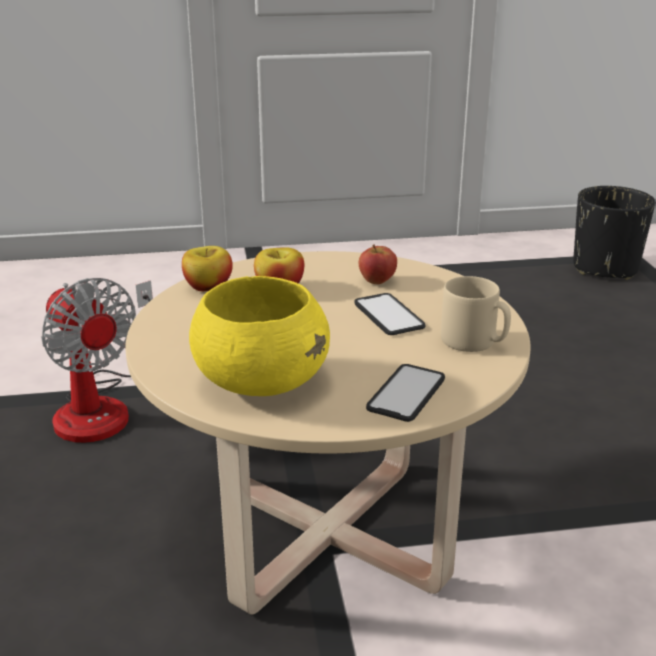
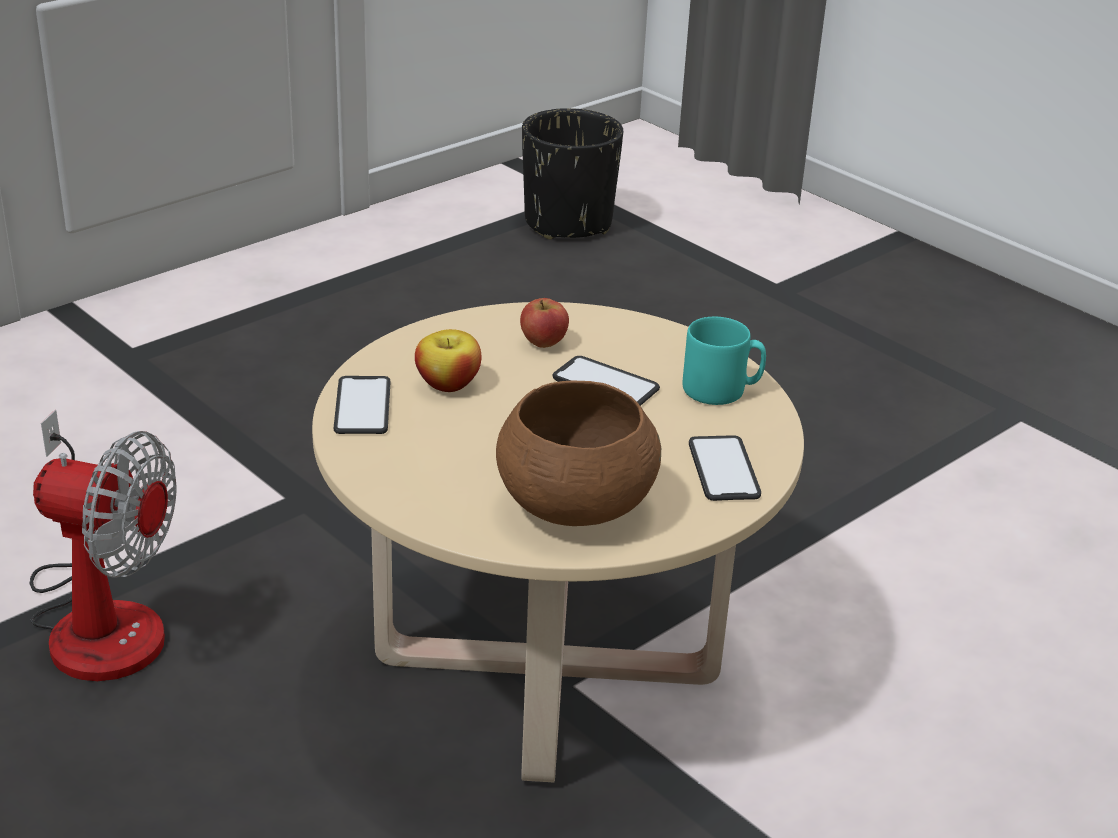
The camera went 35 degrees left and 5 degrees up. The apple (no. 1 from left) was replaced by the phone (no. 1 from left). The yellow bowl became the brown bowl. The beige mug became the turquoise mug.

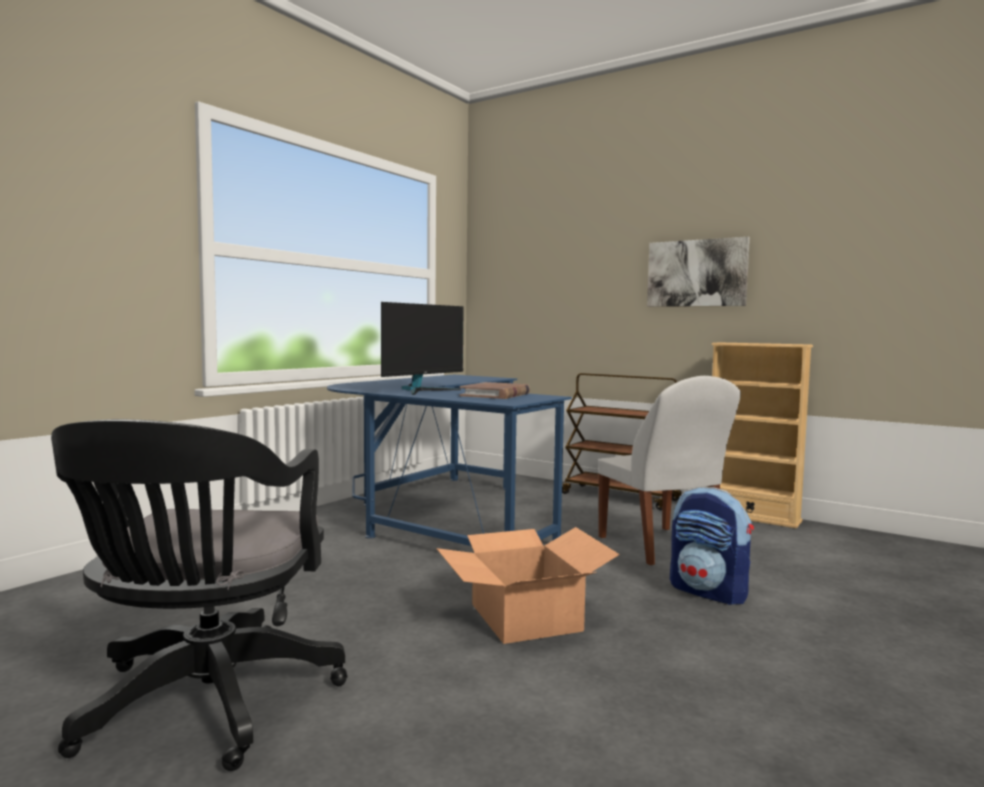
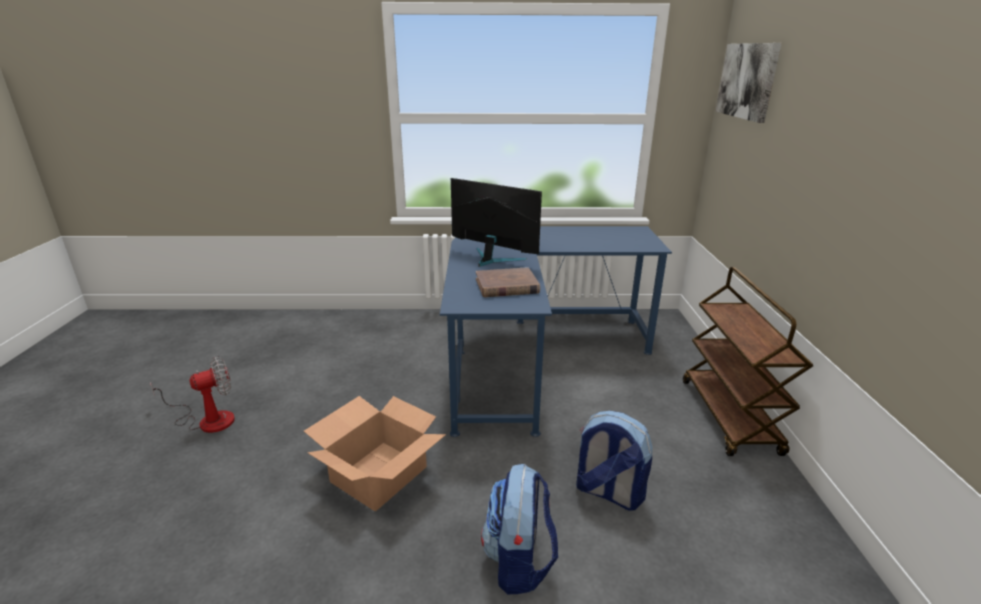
The camera went 55 degrees right and 20 degrees up. The picture moved. The monitor turned 150 degrees counterclockwise. The beige bookcase disappeared. The white chair was replaced by the backpack (no. 2 from left). The black office chair was replaced by the fan.

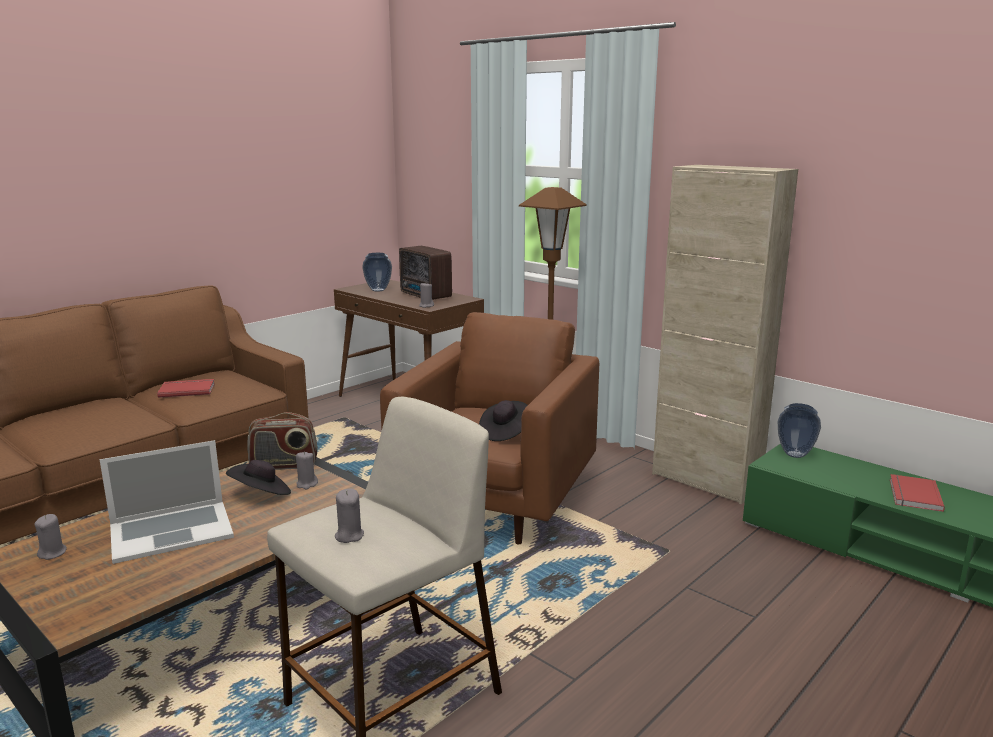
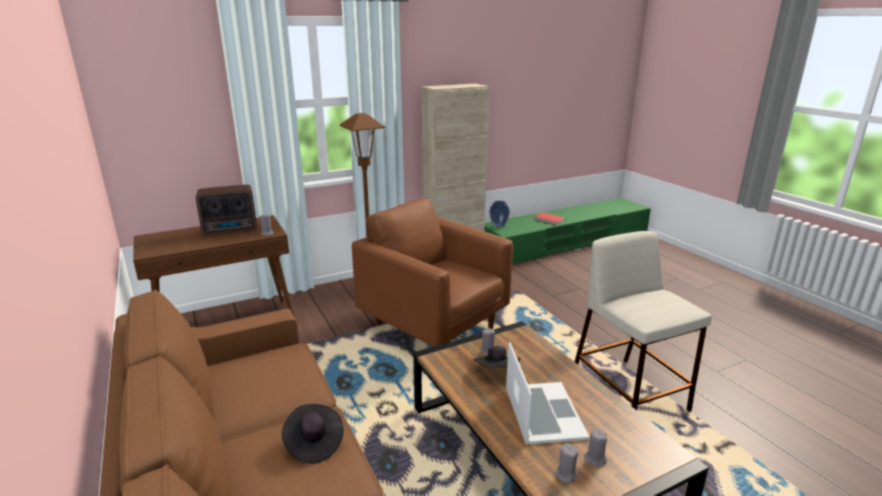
The camera went 70 degrees left and 5 degrees up. The vase (no. 1 from left) disappeared. The red book (no. 1 from left) disappeared. The black hat (no. 2 from left in the first image) moved. The radio (no. 1 from left) disappeared. The grey candle (no. 3 from left in the first image) moved.

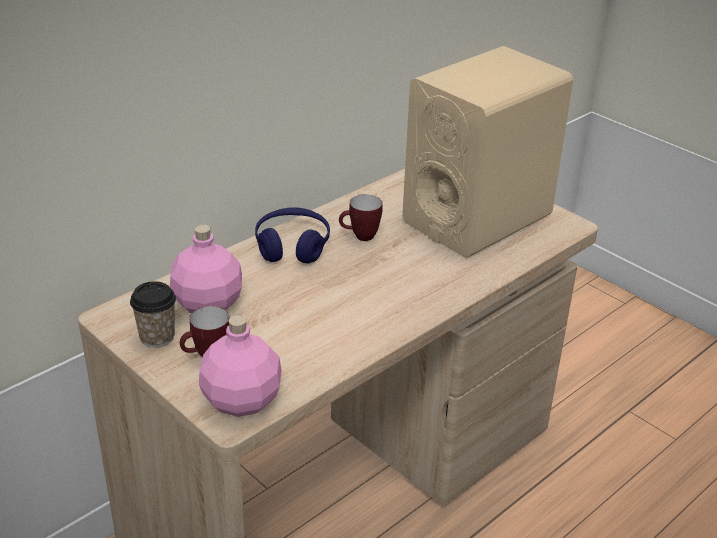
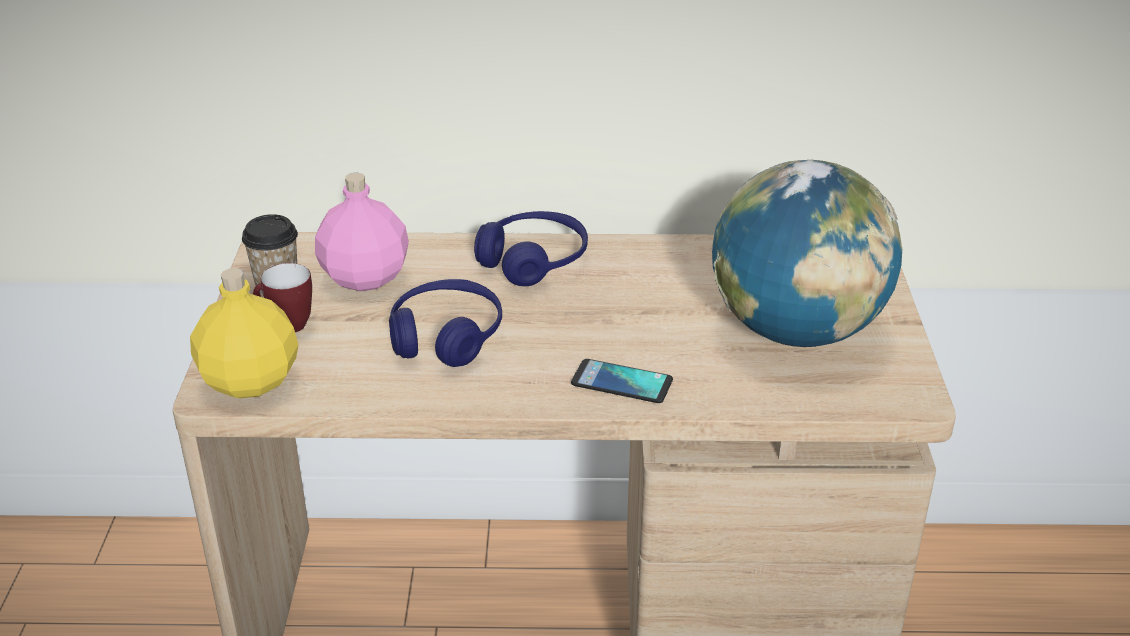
The camera went 45 degrees right and 0 degrees up. The beige speaker was replaced by the globe. The mug (no. 2 from left) disappeared. The pink bottle (no. 2 from left) became the yellow bottle. The blue headphones (no. 1 from left) appeared. The phone appeared.

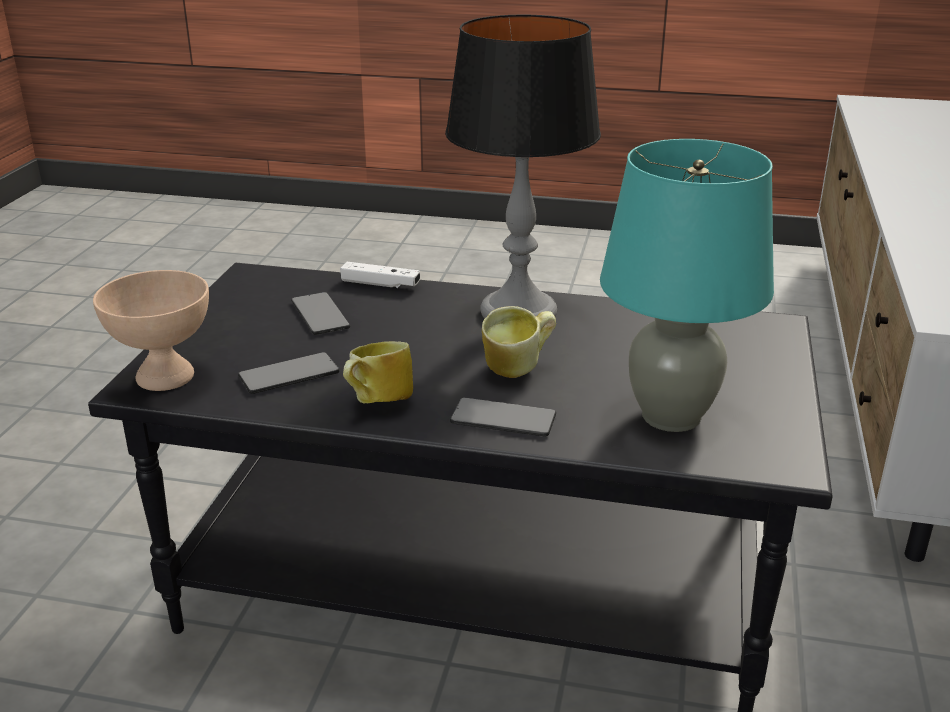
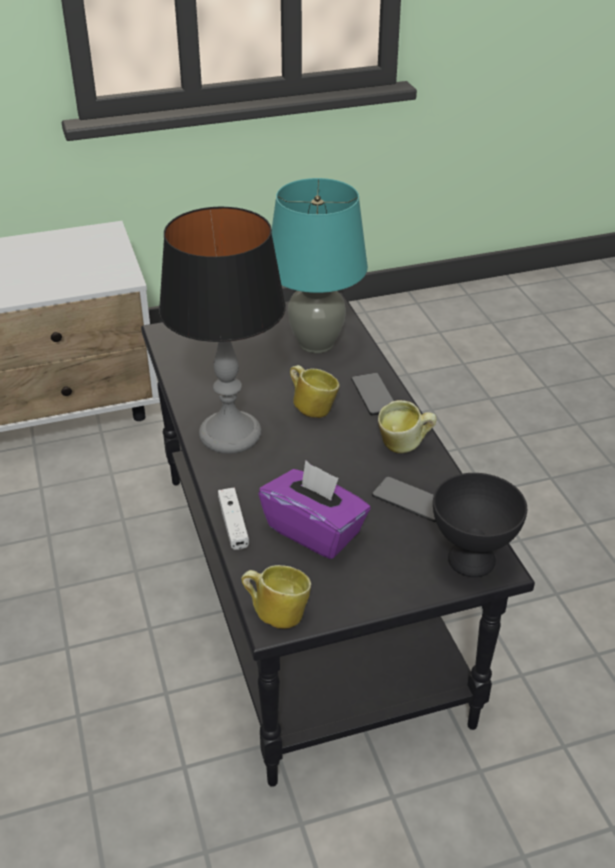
The camera went 120 degrees left and 10 degrees up. The beige bowl became the black bowl. The phone (no. 2 from left) was replaced by the purple tissue box. The mug (no. 1 from left) appeared.

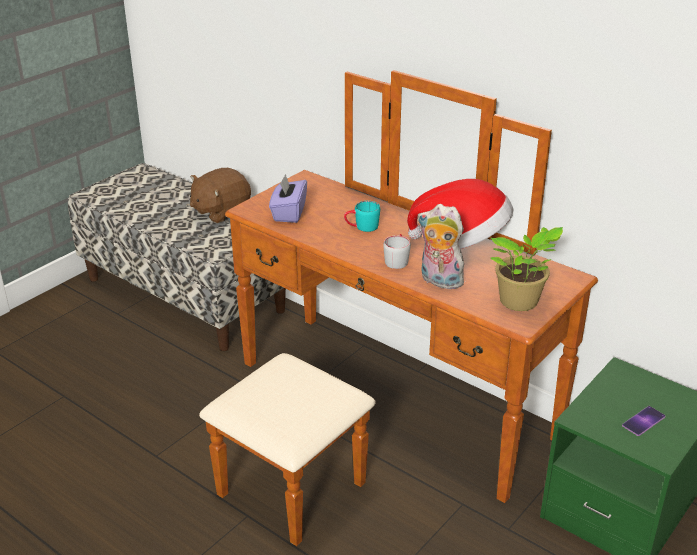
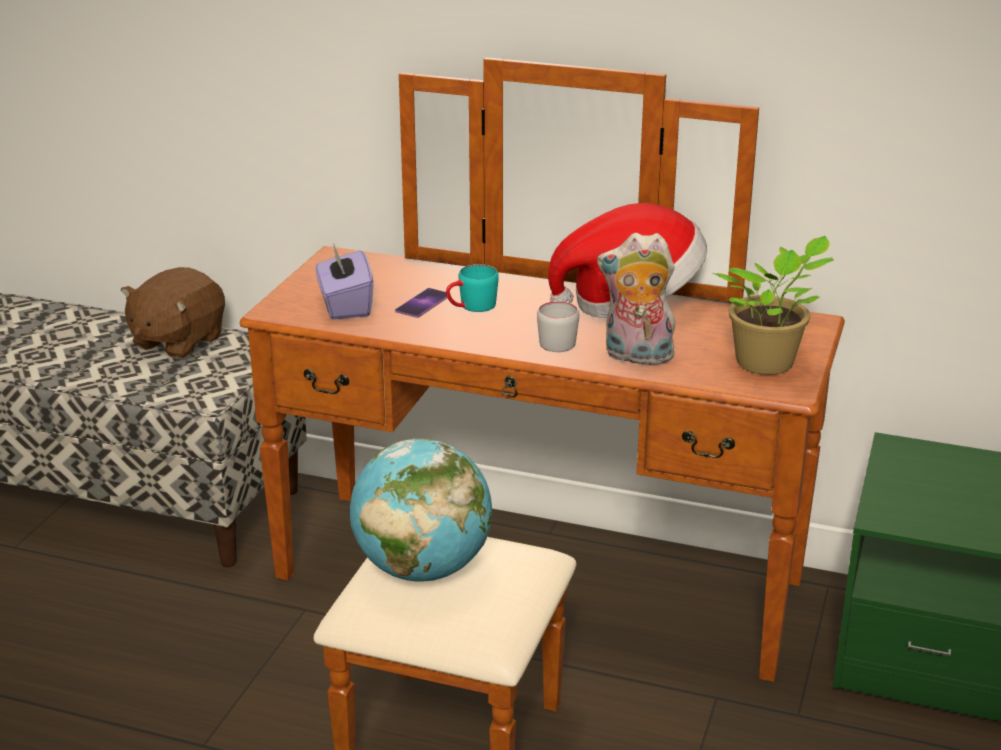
The camera went 20 degrees left and 5 degrees down. The phone moved. The globe appeared.

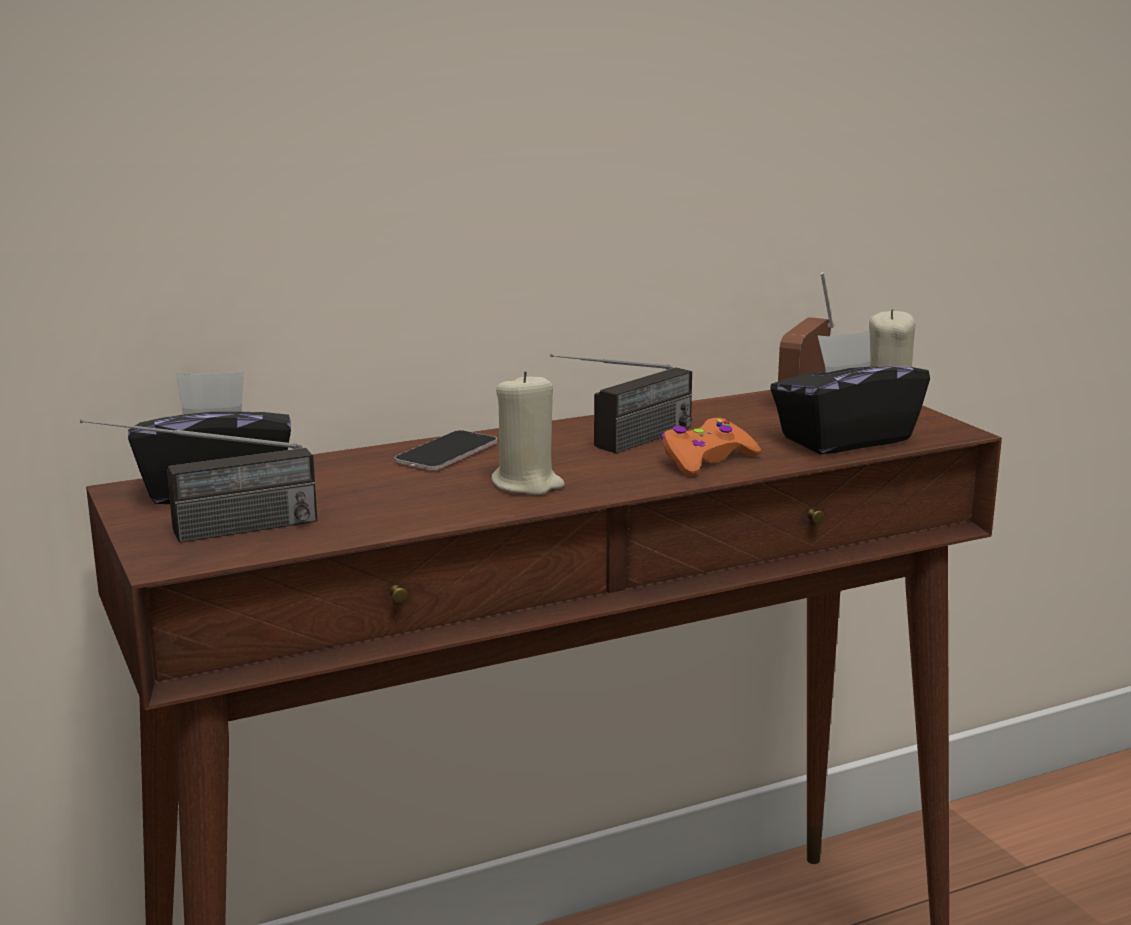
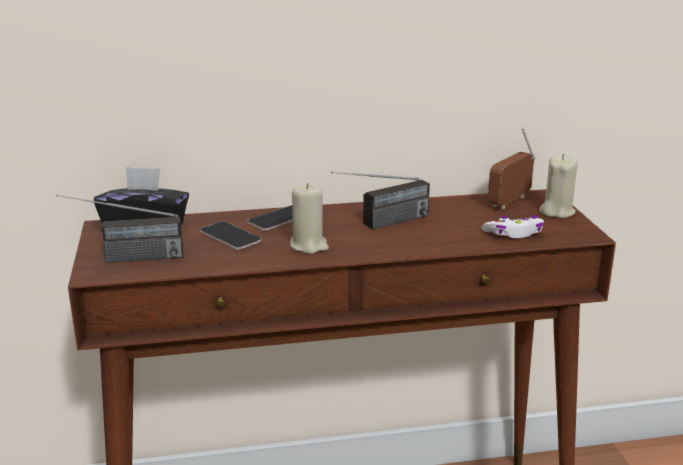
The camera went 15 degrees right and 5 degrees up. The black tissue box (no. 2 from left) was replaced by the white game controller. The orange game controller disappeared. The phone (no. 1 from left) appeared.

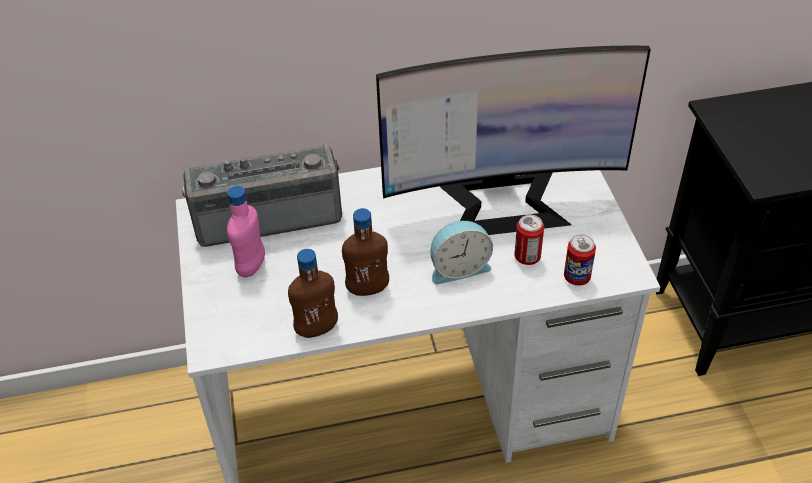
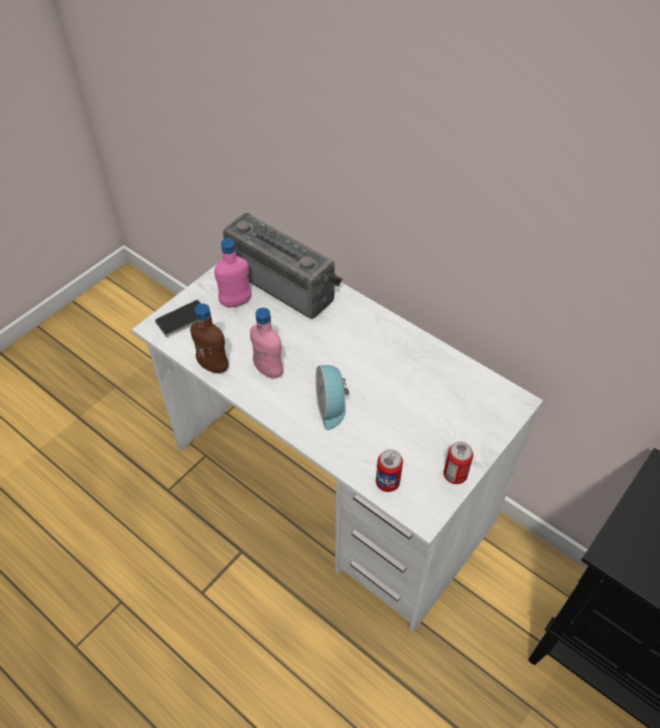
The camera went 50 degrees right and 5 degrees up. The monitor disappeared. The brown bottle (no. 2 from left) became the pink bottle (no. 2 from left). The can (no. 1 from left in the first image) moved. The alarm clock turned 45 degrees clockwise. The phone appeared.

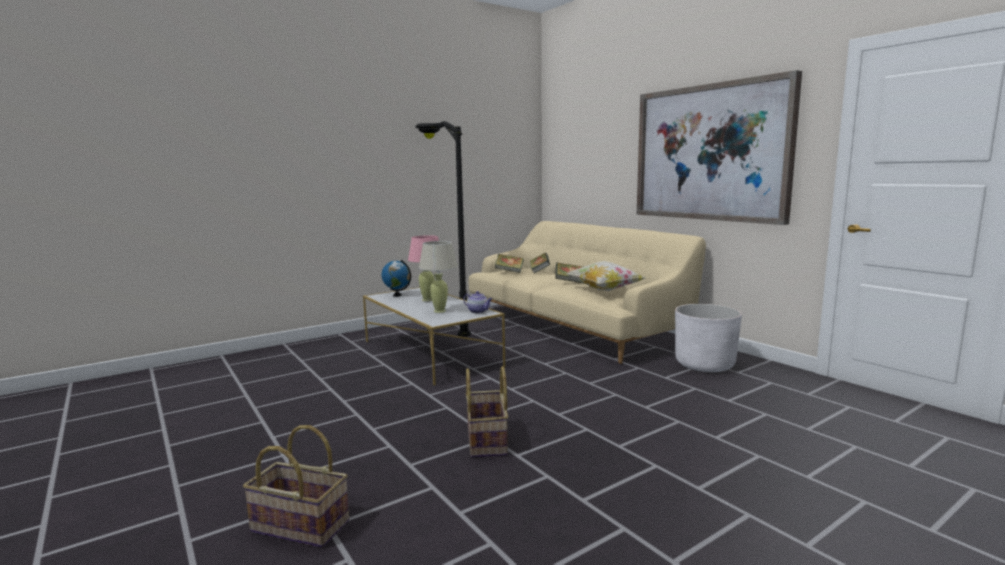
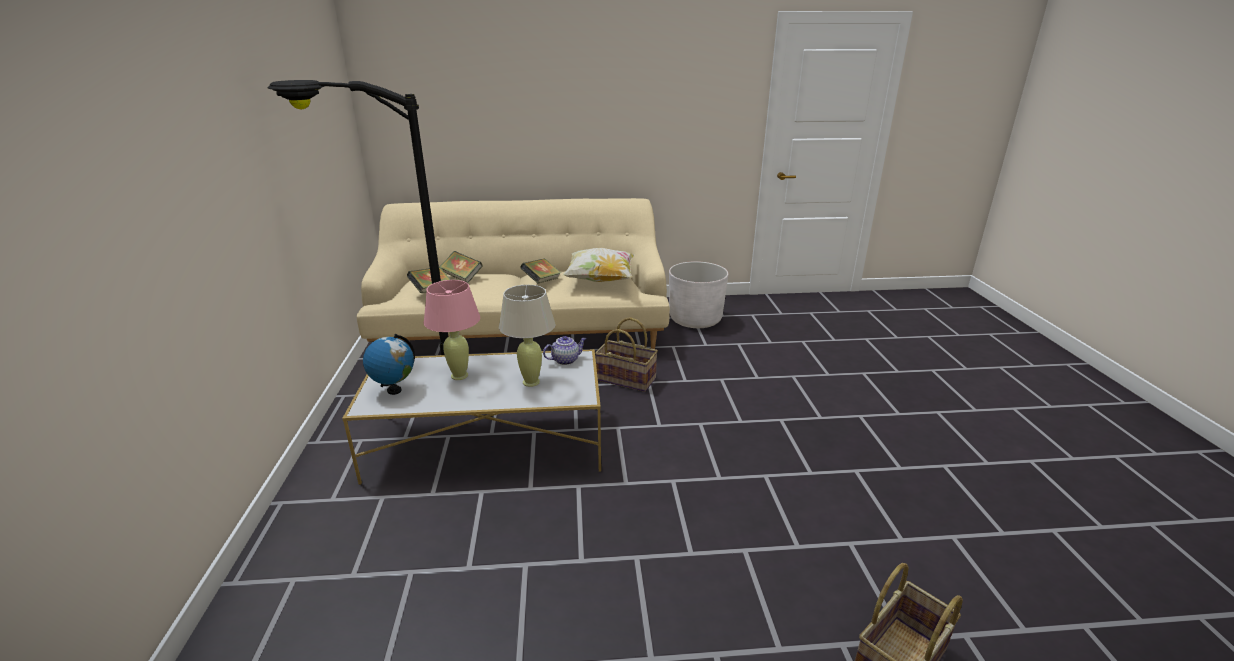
The camera went 60 degrees left and 15 degrees up. The picture disappeared. The basket (no. 2 from left in the first image) moved.

